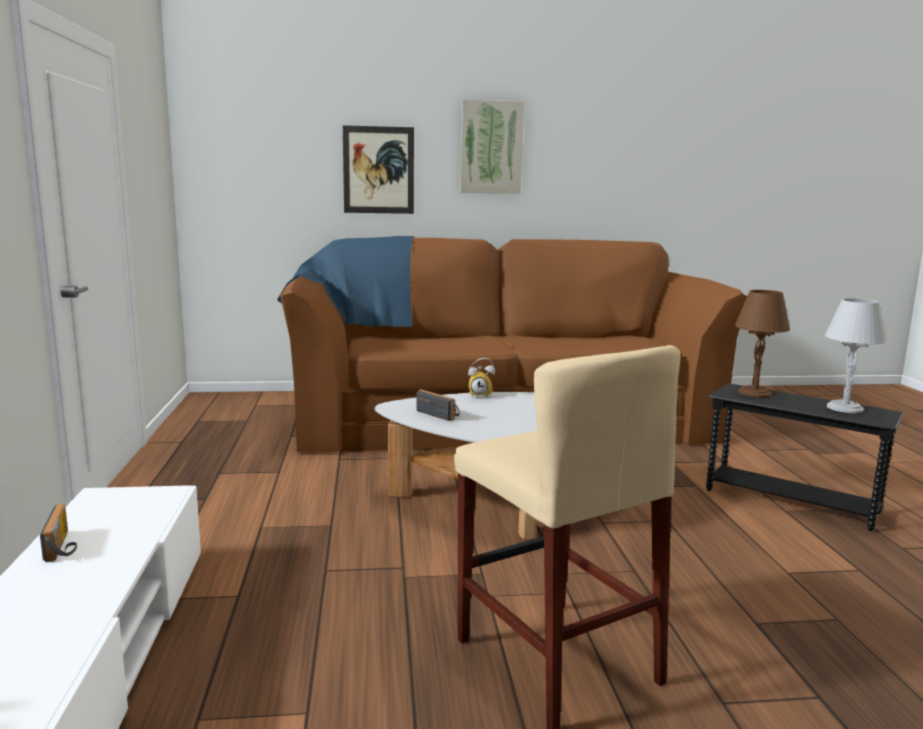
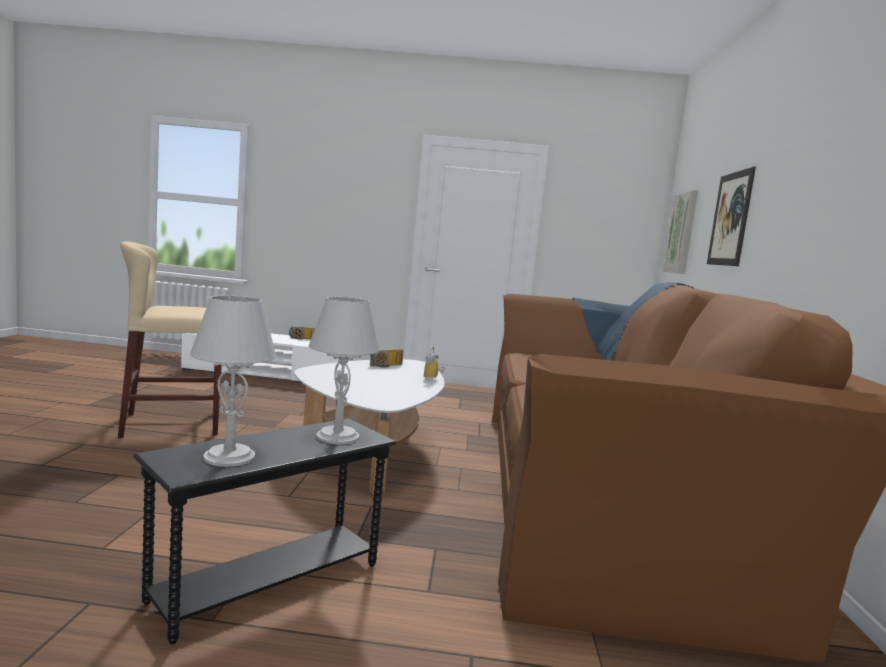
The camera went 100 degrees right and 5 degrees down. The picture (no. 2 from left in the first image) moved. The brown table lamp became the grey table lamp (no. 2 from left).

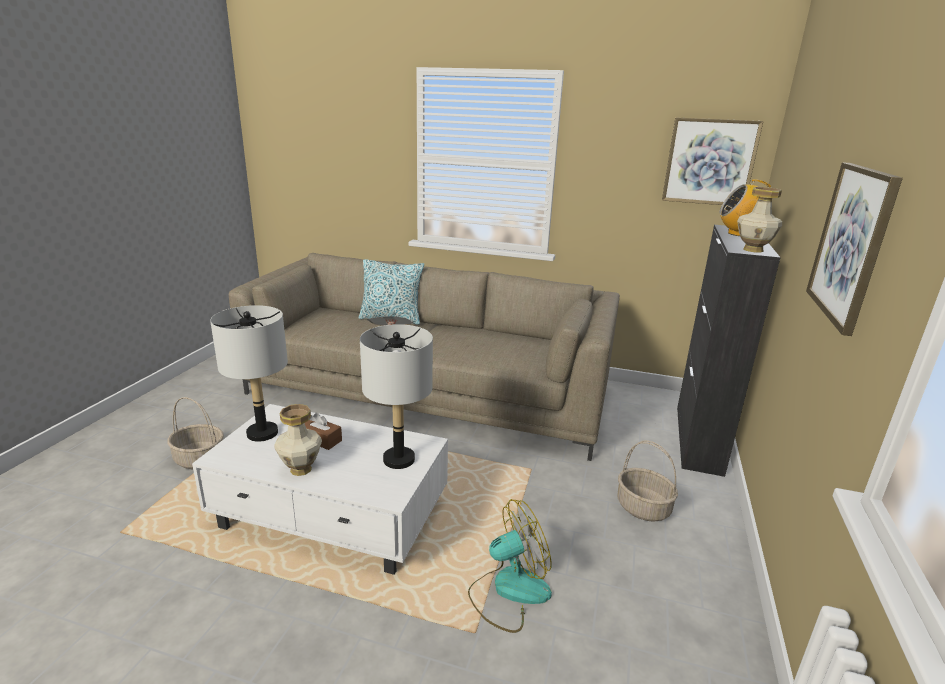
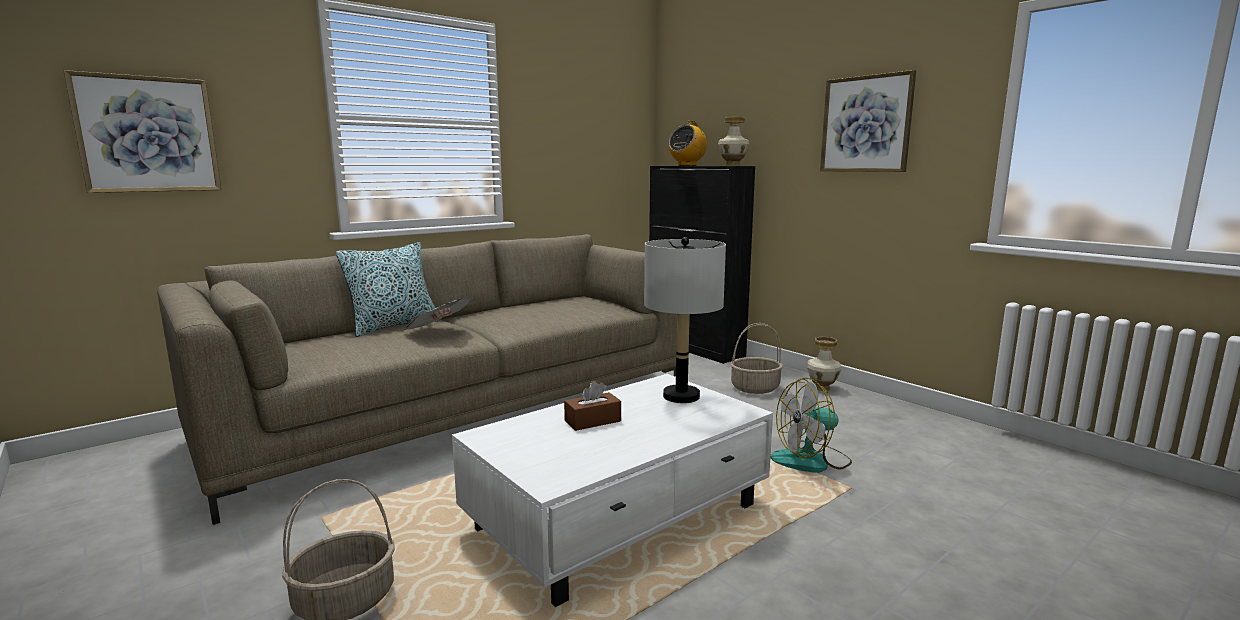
The camera went 55 degrees left and 10 degrees down. The picture (no. 1 from left) moved. The grey table lamp (no. 1 from left) disappeared. The vase (no. 1 from left in the first image) moved. The fan turned 120 degrees counterclockwise.

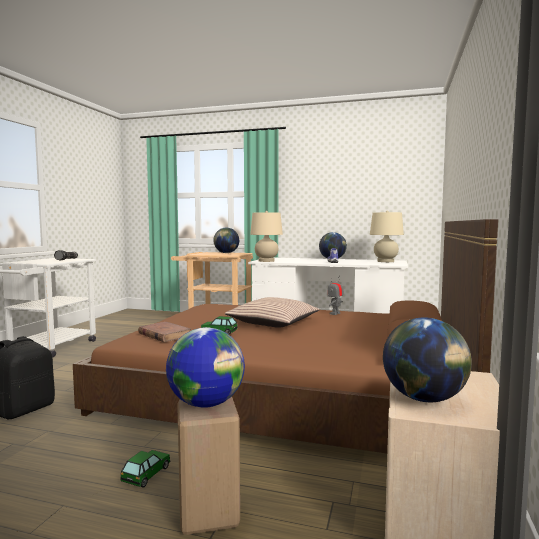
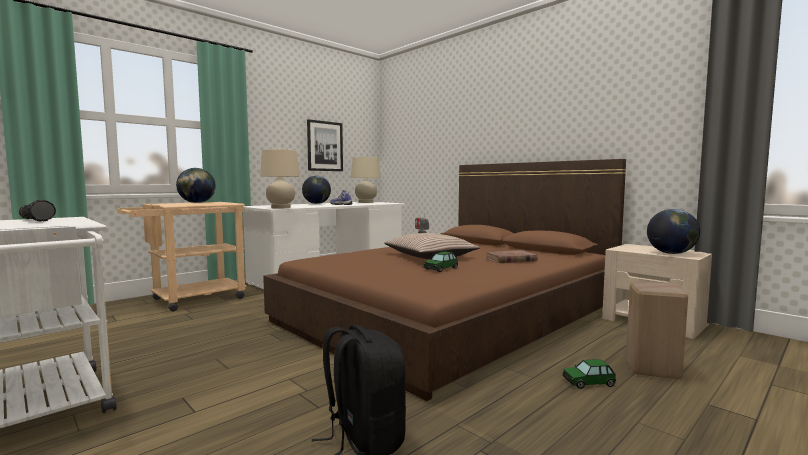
The camera went 60 degrees left and 0 degrees up. The brown book moved. The globe (no. 1 from left) disappeared. The toy car (no. 1 from left in the first image) turned 60 degrees counterclockwise. The picture appeared.

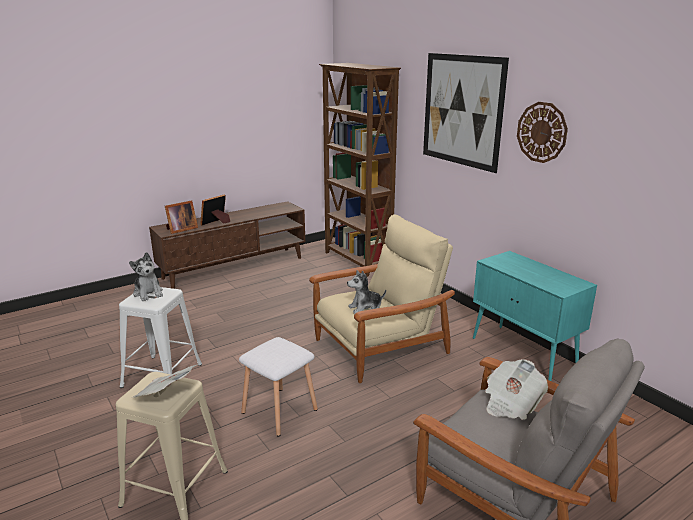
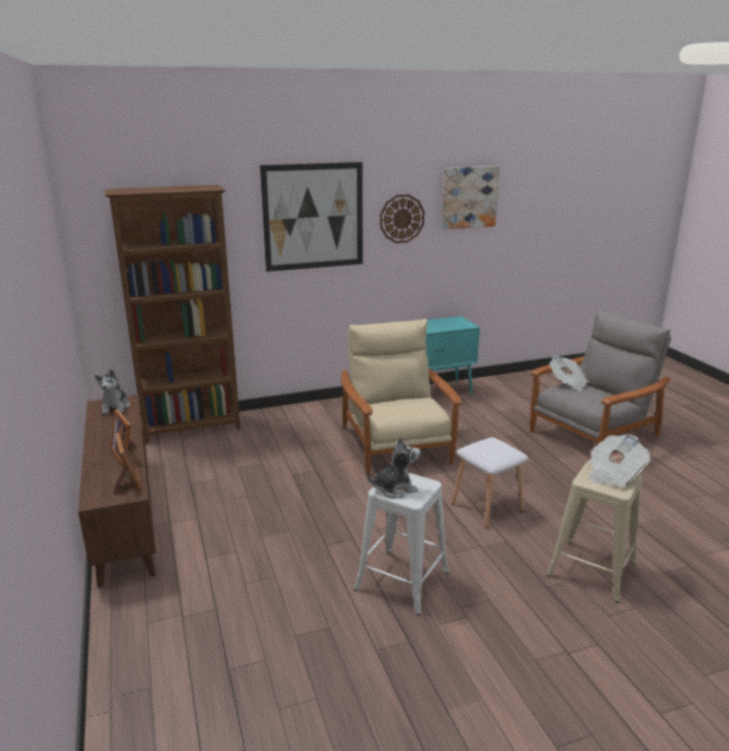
The camera went 75 degrees left and 0 degrees up. The plush toy (no. 2 from left in the first image) moved. The picture (no. 2 from left) appeared.

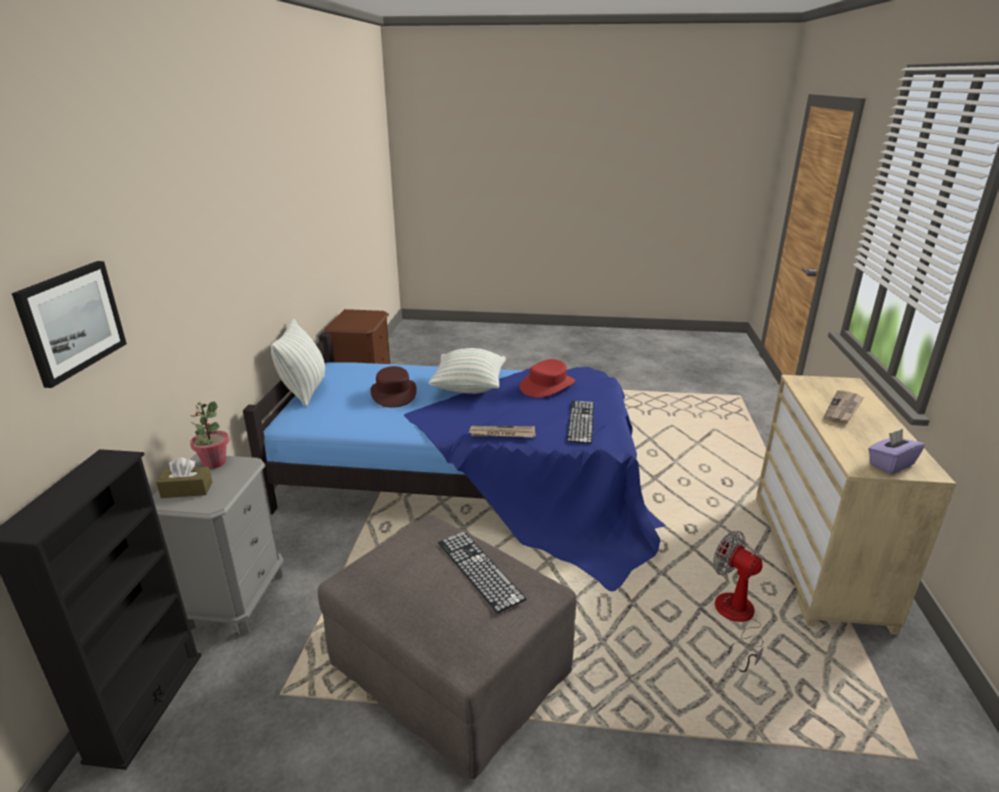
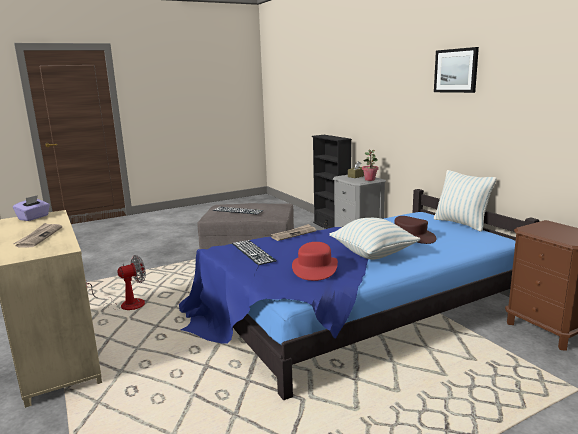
The camera went 145 degrees right and 10 degrees down. The picture moved. The fan turned 45 degrees counterclockwise.

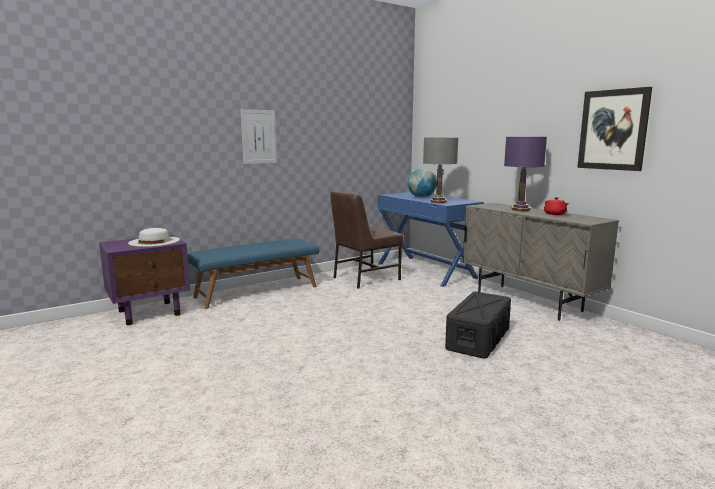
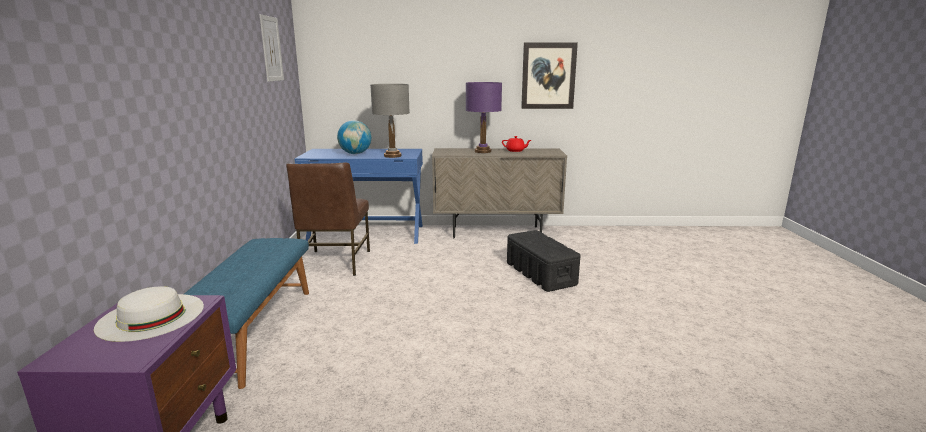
The camera went 55 degrees left and 5 degrees up. The picture (no. 1 from left) moved.

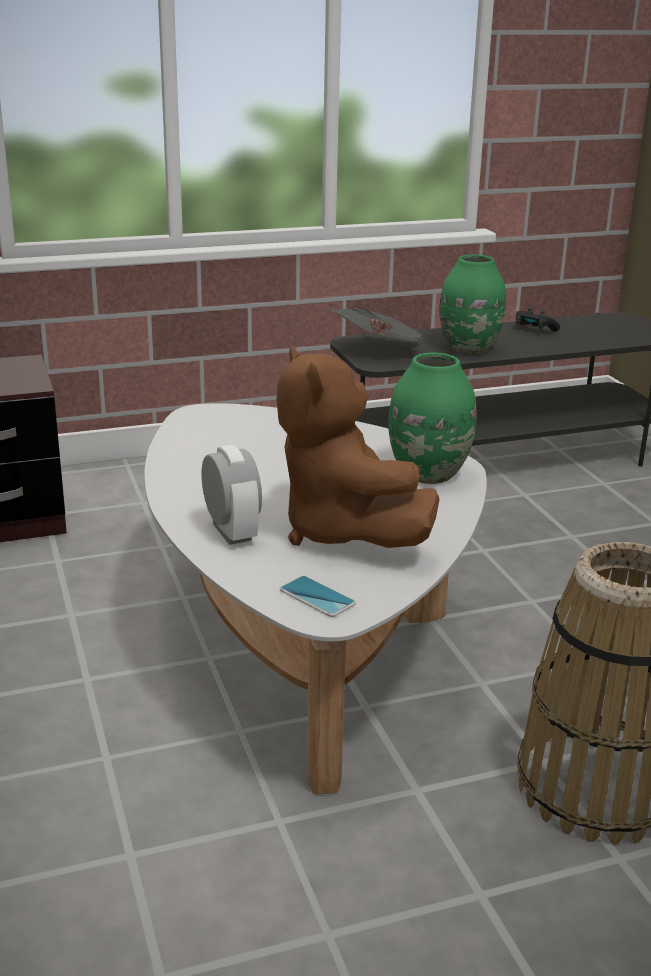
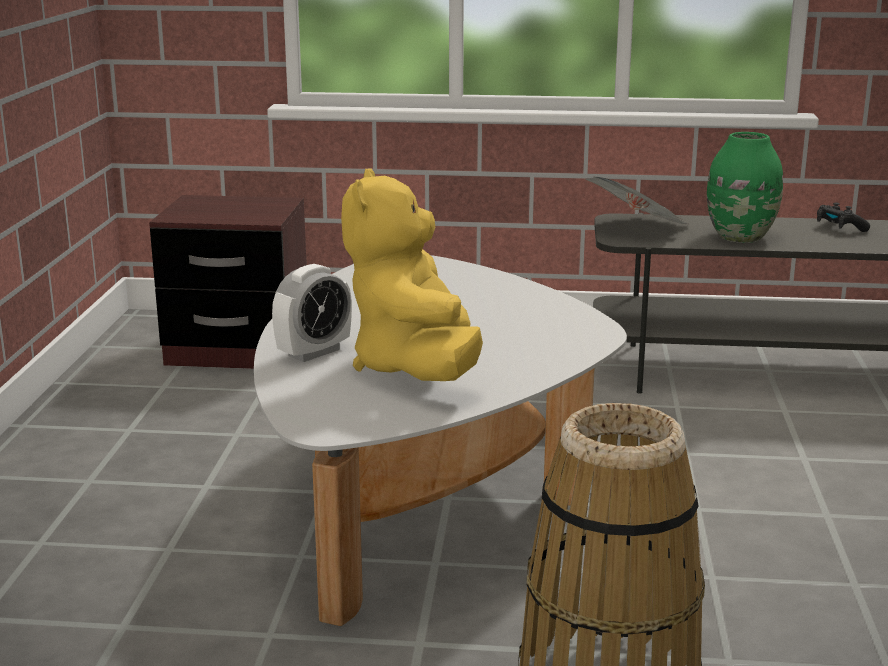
The camera went 25 degrees right and 5 degrees down. The brown plush toy became the yellow plush toy. The green vase (no. 1 from left) disappeared. The alarm clock turned 45 degrees clockwise. The phone disappeared.

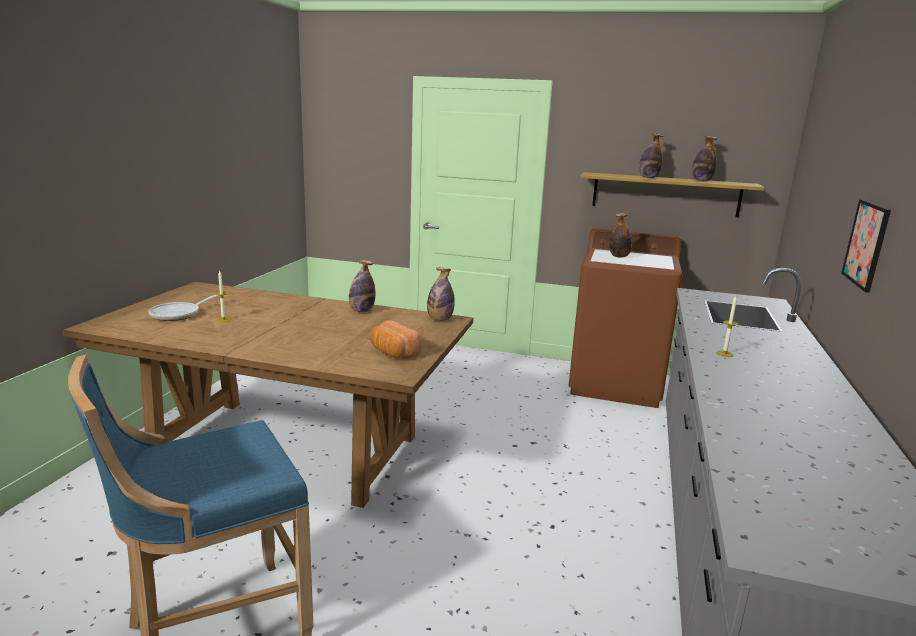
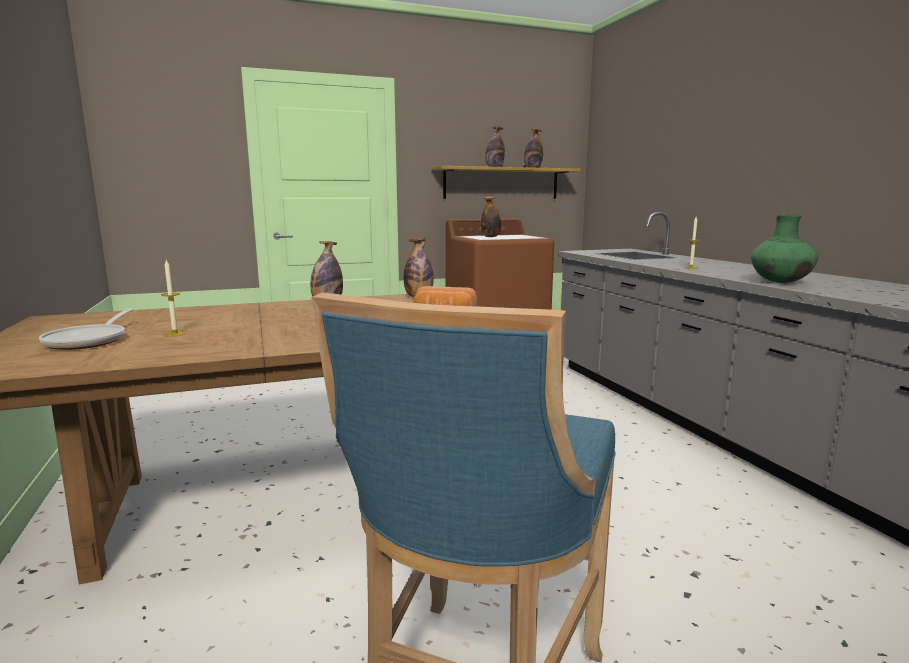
The camera went 35 degrees left and 5 degrees down. The picture disappeared. The green vase appeared.

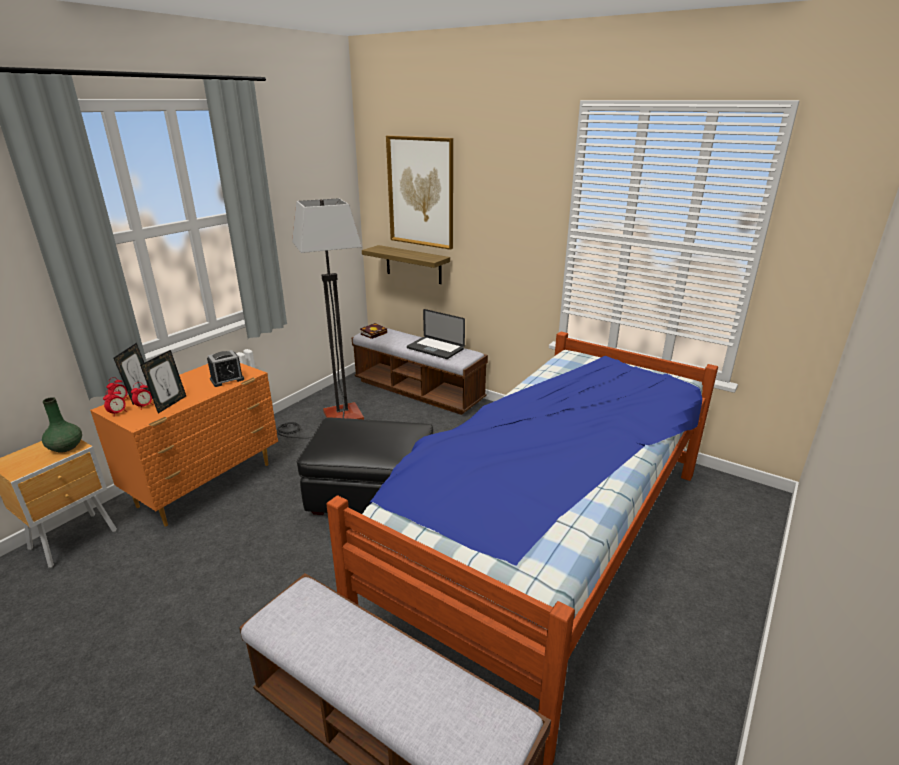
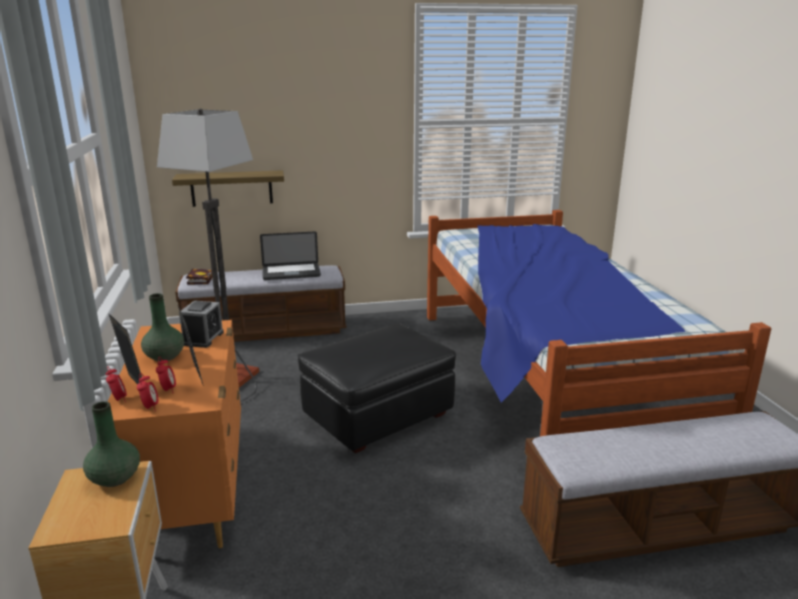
The camera went 45 degrees left and 5 degrees down. The picture disappeared. The green vase (no. 2 from left) appeared.

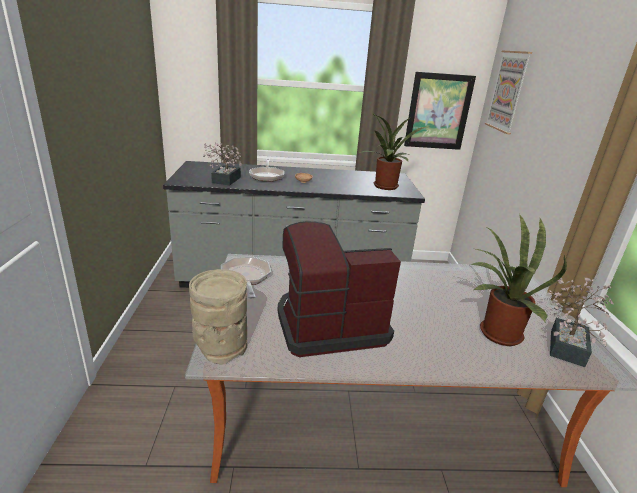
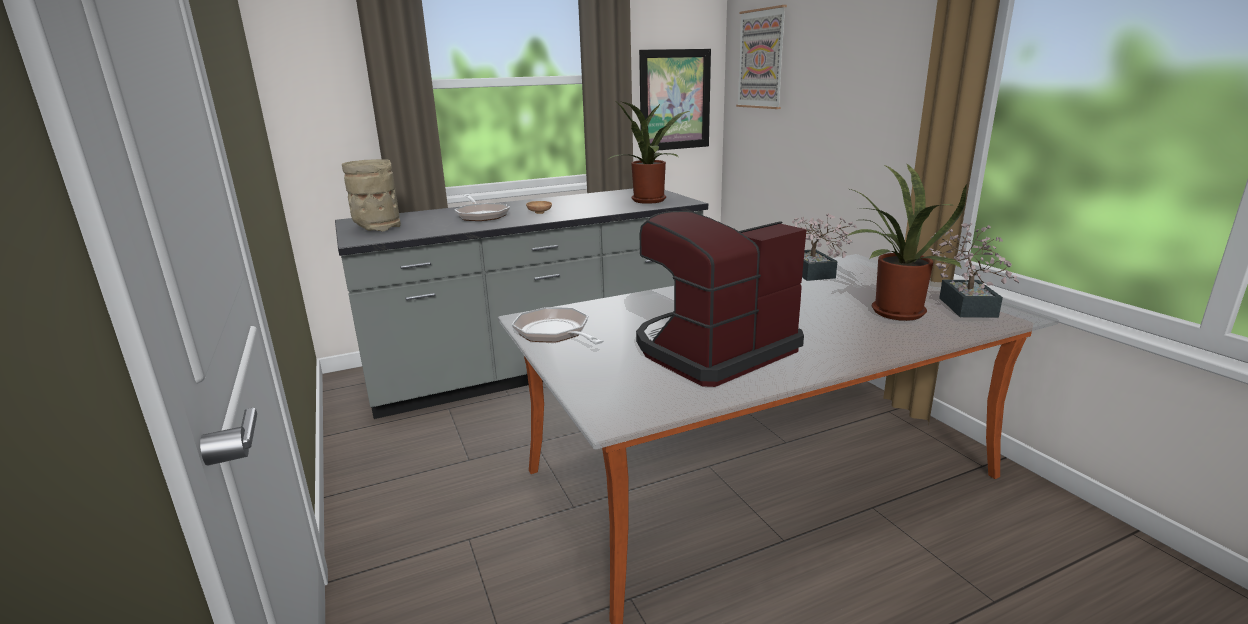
The camera went 20 degrees left and 5 degrees down. The potted plant (no. 1 from left in the first image) moved. The beige vase moved.

